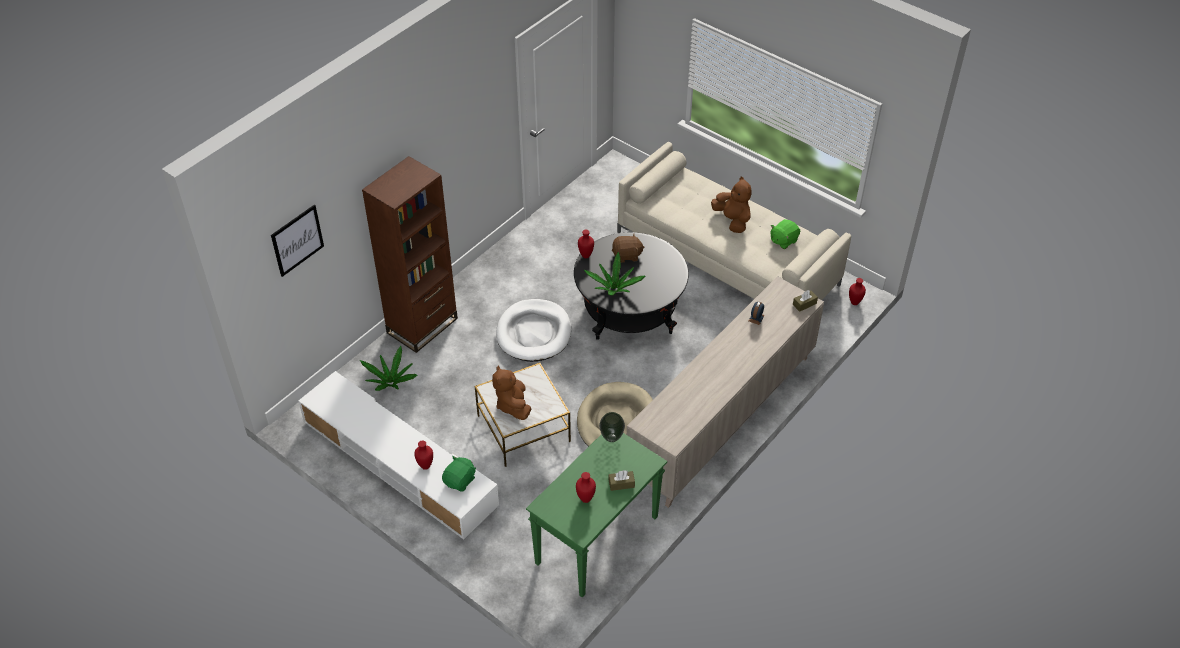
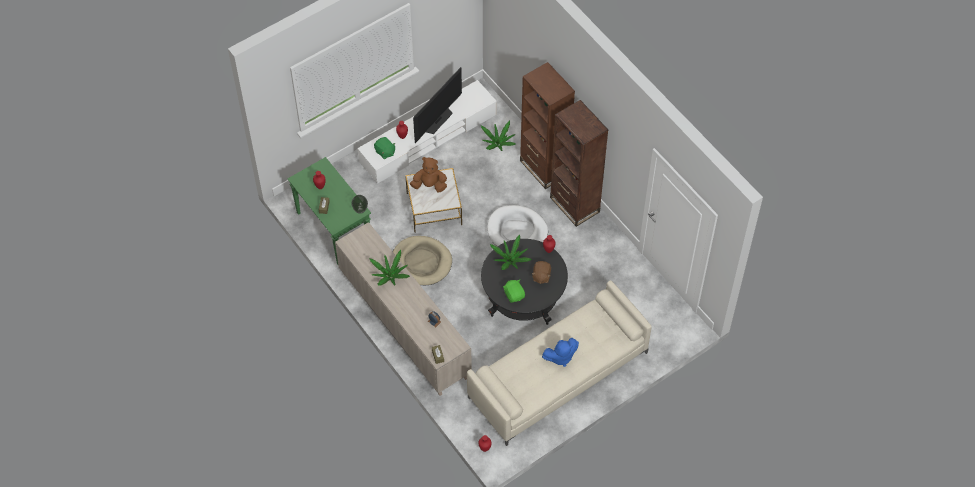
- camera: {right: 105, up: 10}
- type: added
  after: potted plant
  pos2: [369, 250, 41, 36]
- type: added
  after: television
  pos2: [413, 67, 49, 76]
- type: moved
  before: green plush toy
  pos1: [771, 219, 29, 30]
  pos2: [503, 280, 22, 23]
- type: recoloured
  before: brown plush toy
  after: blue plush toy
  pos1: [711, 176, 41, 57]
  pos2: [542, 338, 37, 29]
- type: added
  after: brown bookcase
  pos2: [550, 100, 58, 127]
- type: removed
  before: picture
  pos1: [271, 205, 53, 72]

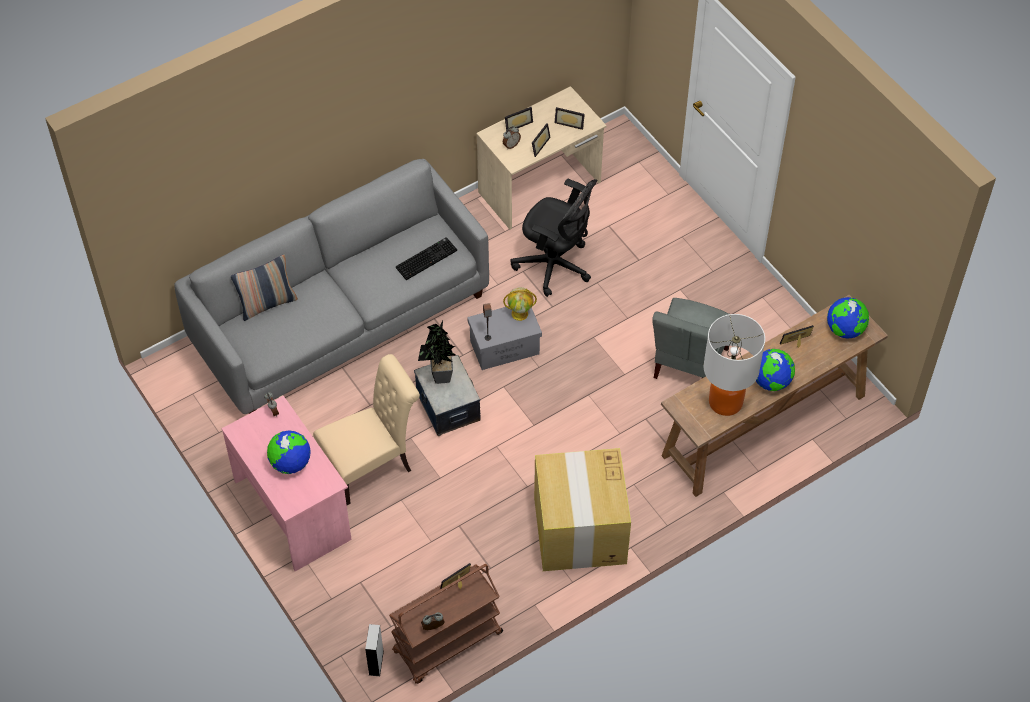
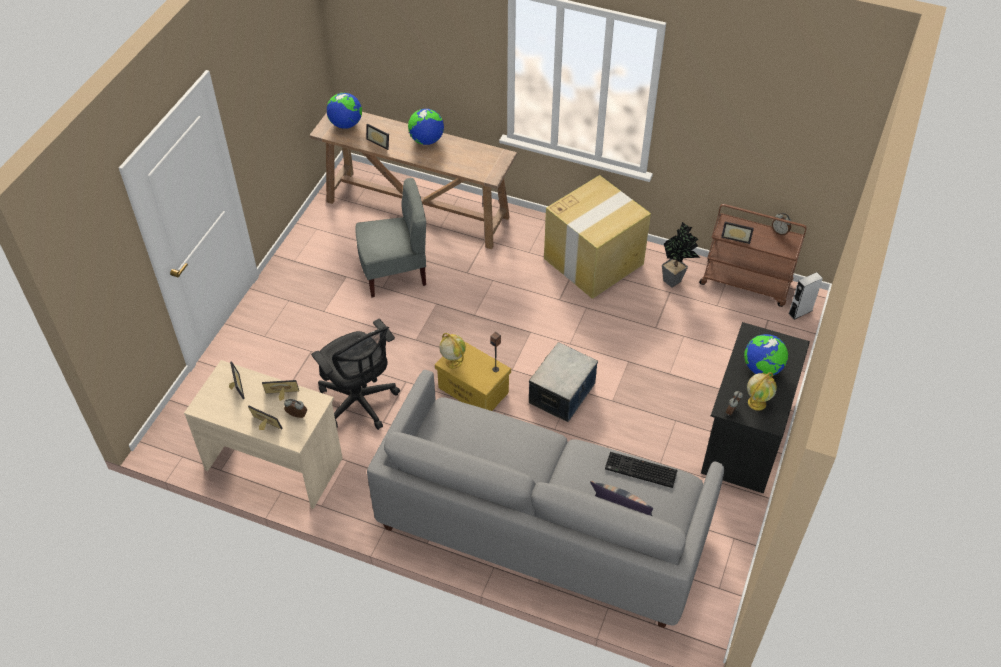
- camera: {right: -125, up: -5}
- type: turned
  before: black office chair
  pos1: [511, 179, 87, 118]
  pos2: [311, 319, 89, 111]
  turn: 150
- type: recoloured
  before: grey storage box
  after: yellow storage box
  pos1: [467, 306, 75, 64]
  pos2: [435, 341, 76, 70]
- type: moved
  before: keyboard
  pos1: [396, 237, 61, 43]
  pos2: [605, 452, 73, 36]
- type: moved
  before: potted plant
  pos1: [418, 321, 38, 63]
  pos2: [662, 222, 38, 65]
- type: recoloured
  before: pink desk
  after: black desk
  pos1: [222, 396, 130, 175]
  pos2: [701, 322, 109, 171]
- type: added
  after: globe
  pos2: [747, 372, 30, 39]
- type: removed
  before: beige chair
  pos1: [313, 354, 107, 151]
- type: removed
  before: table lamp
  pos1: [704, 314, 61, 102]

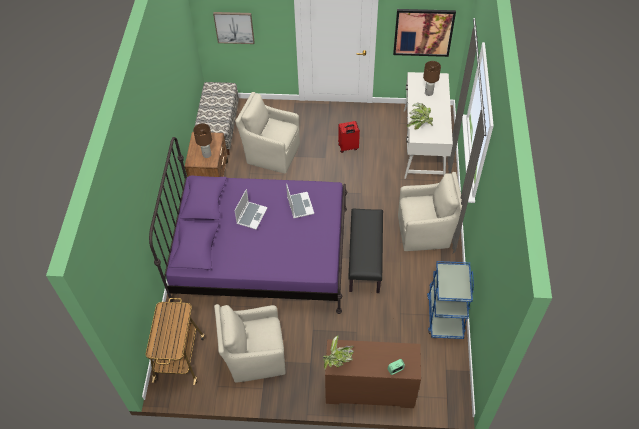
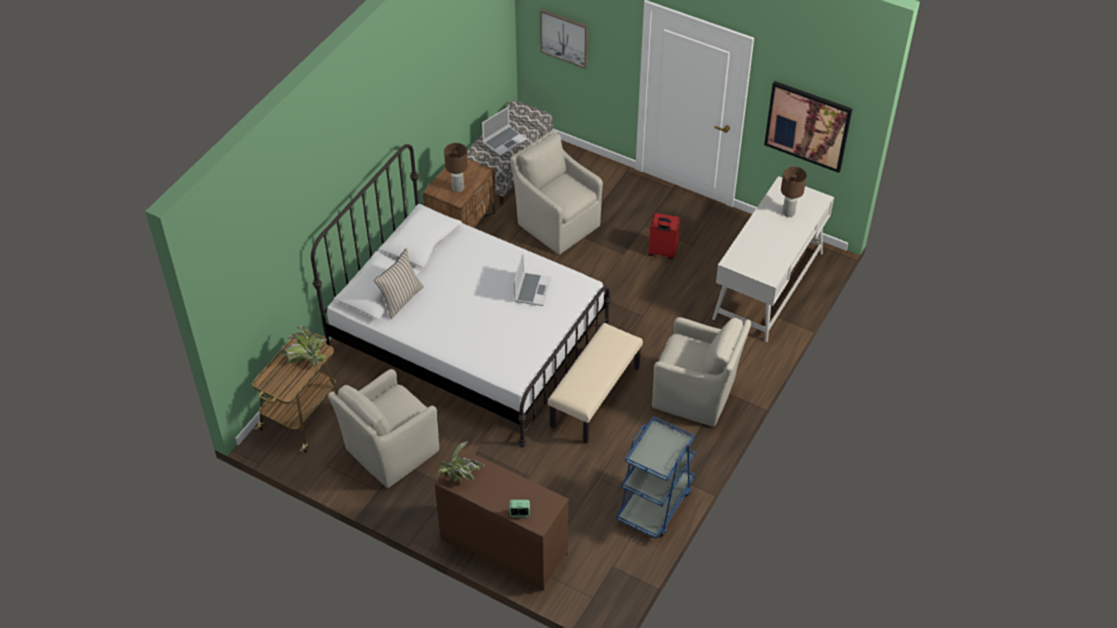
- camera: {right: 25, up: -5}
- type: moved
  before: potted plant
  pos1: [407, 103, 26, 26]
  pos2: [279, 325, 47, 42]
- type: recoloured
  before: purple bed
  after: white bed
  pos1: [149, 137, 198, 177]
  pos2: [311, 144, 301, 303]
- type: turned
  before: beige armchair
  pos1: [214, 304, 72, 79]
  pos2: [328, 369, 111, 119]
  turn: -60
- type: added
  after: beige pillow
  pos2: [373, 249, 51, 70]
- type: moved
  before: laptop
  pos1: [234, 189, 34, 41]
  pos2: [482, 106, 44, 50]
- type: recoloured
  before: black bench
  after: beige bench
  pos1: [348, 209, 35, 84]
  pos2: [548, 323, 95, 121]

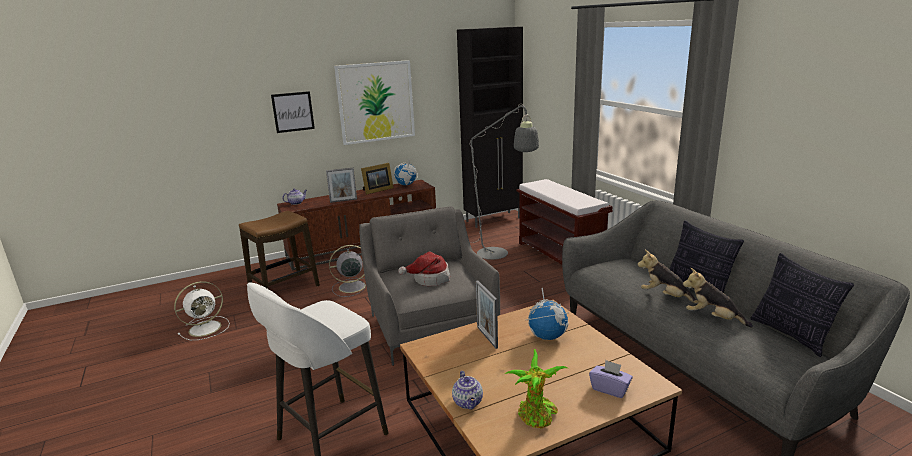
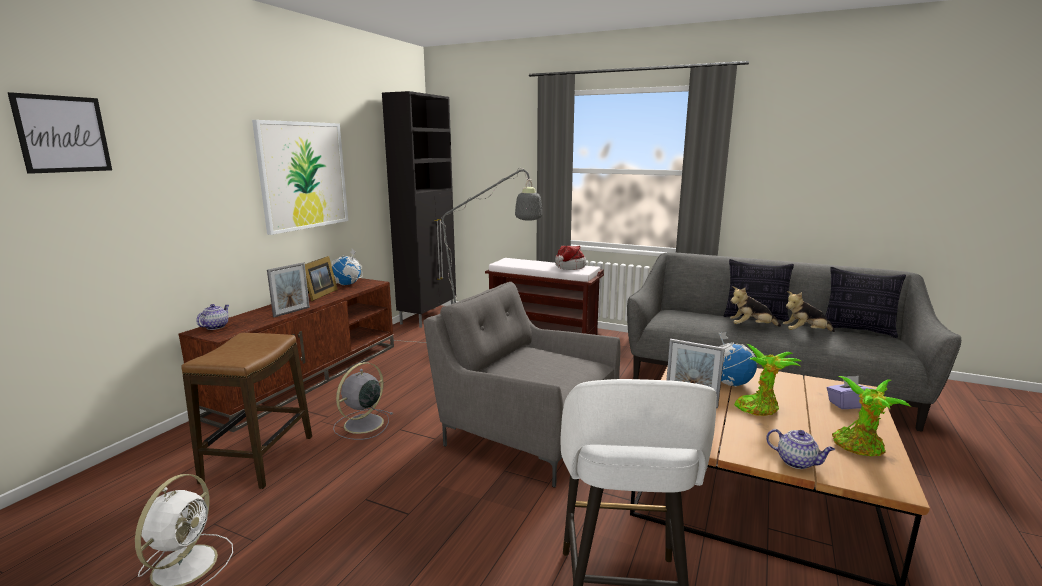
- camera: {right: -40, up: -5}
- type: moved
  before: picture
  pos1: [271, 91, 44, 42]
  pos2: [7, 92, 105, 82]
- type: moved
  before: hat
  pos1: [398, 252, 52, 34]
  pos2: [555, 246, 31, 24]
- type: added
  after: potted plant
  pos2: [734, 344, 67, 72]

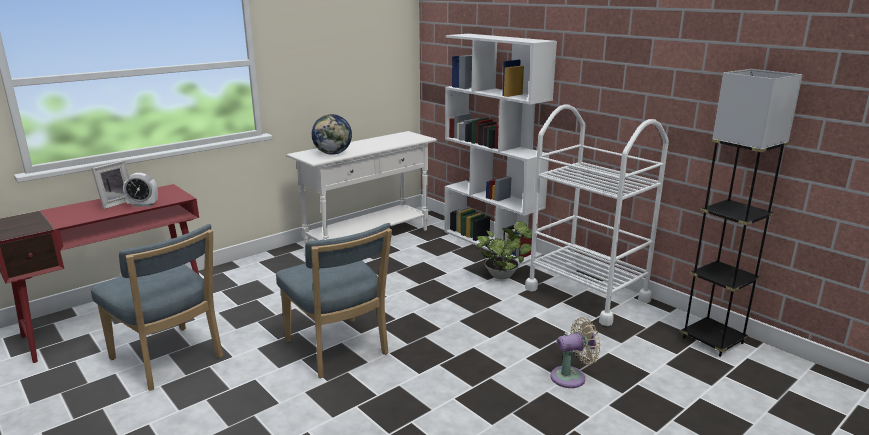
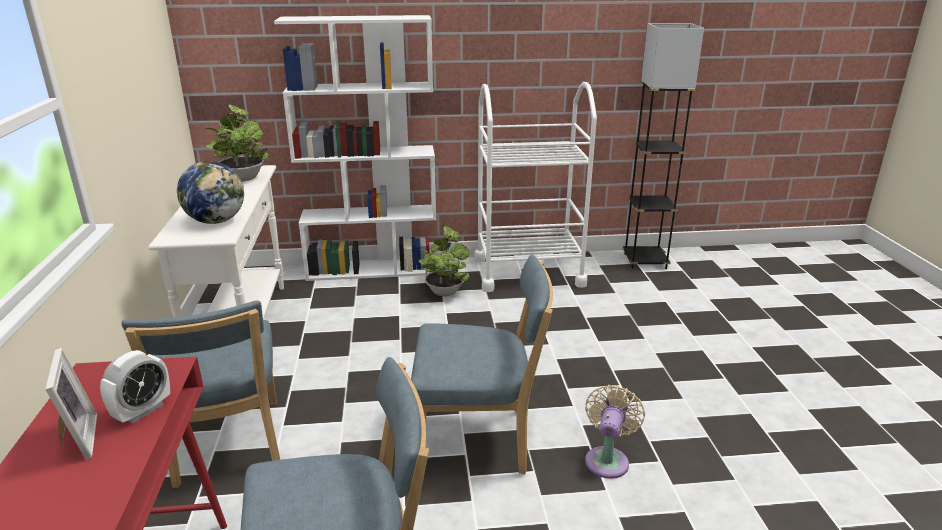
- camera: {right: -55, up: 5}
- type: added
  after: blue chair
  pos2: [122, 301, 158, 187]
- type: added
  after: potted plant
  pos2: [206, 104, 63, 78]
- type: moved
  before: beige fan
  pos1: [550, 317, 51, 71]
  pos2: [585, 385, 60, 94]

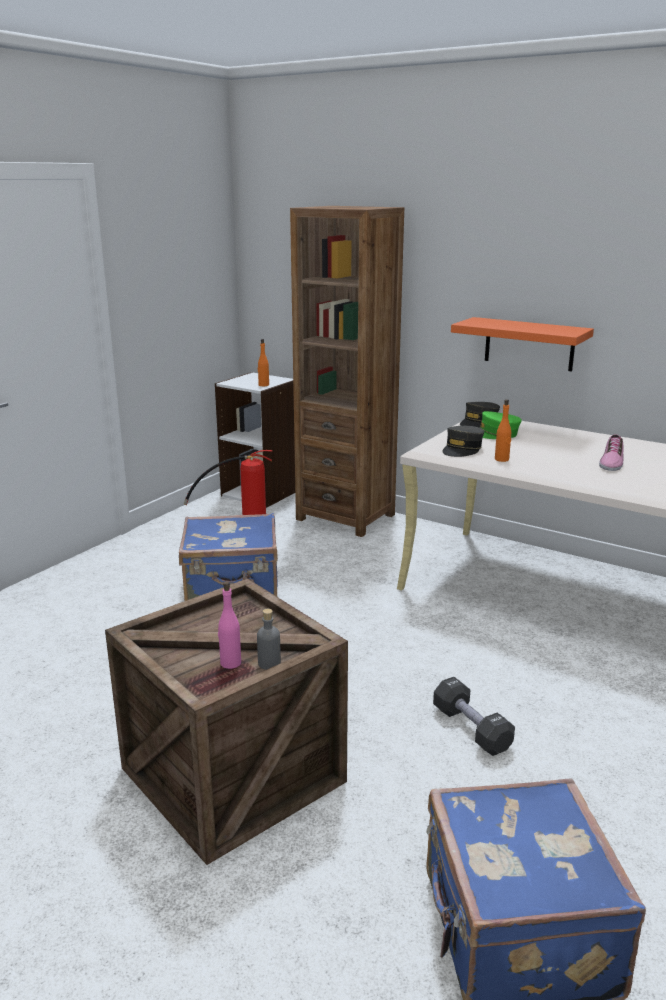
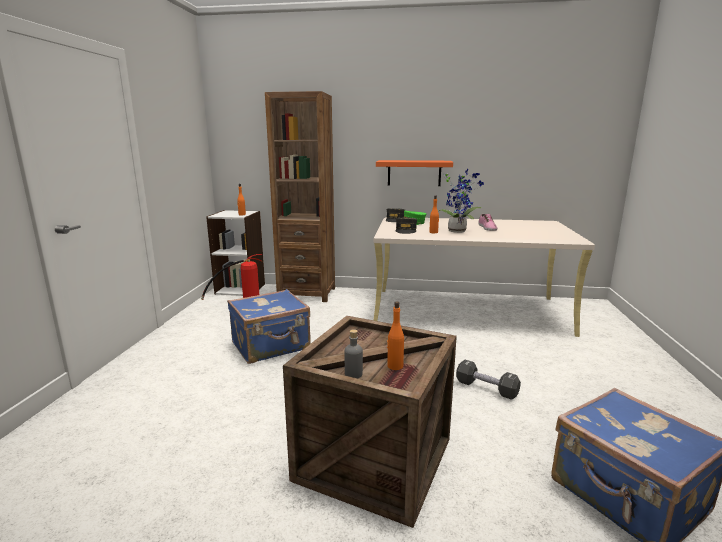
- camera: {right: -25, up: -5}
- type: moved
  before: grey bottle
  pos1: [257, 609, 24, 61]
  pos2: [345, 329, 18, 49]
- type: recoloured
  before: pink bottle
  after: orange bottle
  pos1: [218, 582, 23, 87]
  pos2: [387, 302, 17, 68]
- type: added
  after: potted plant
  pos2: [438, 169, 46, 64]

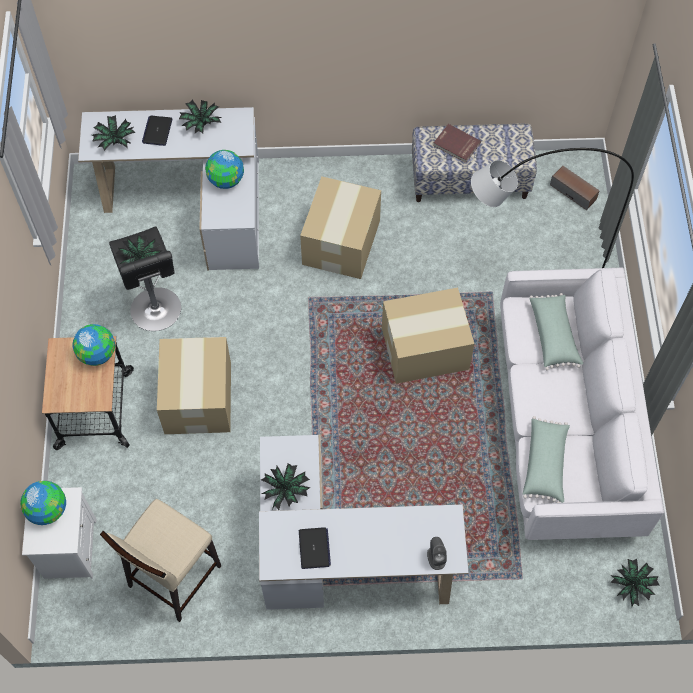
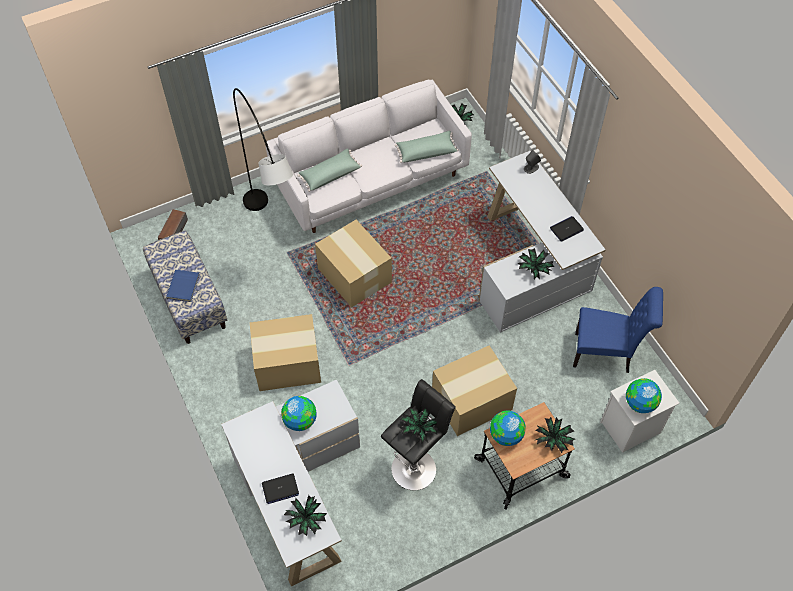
- camera: {right: -115, up: -5}
- type: recoloured
  before: red book
  after: blue book
  pos1: [433, 124, 48, 39]
  pos2: [166, 270, 34, 32]
- type: moved
  before: potted plant
  pos1: [179, 100, 44, 33]
  pos2: [535, 417, 40, 36]
- type: replaced
  before: beige stool
  after: blue chair
  pos1: [100, 499, 121, 123]
  pos2: [573, 287, 90, 86]

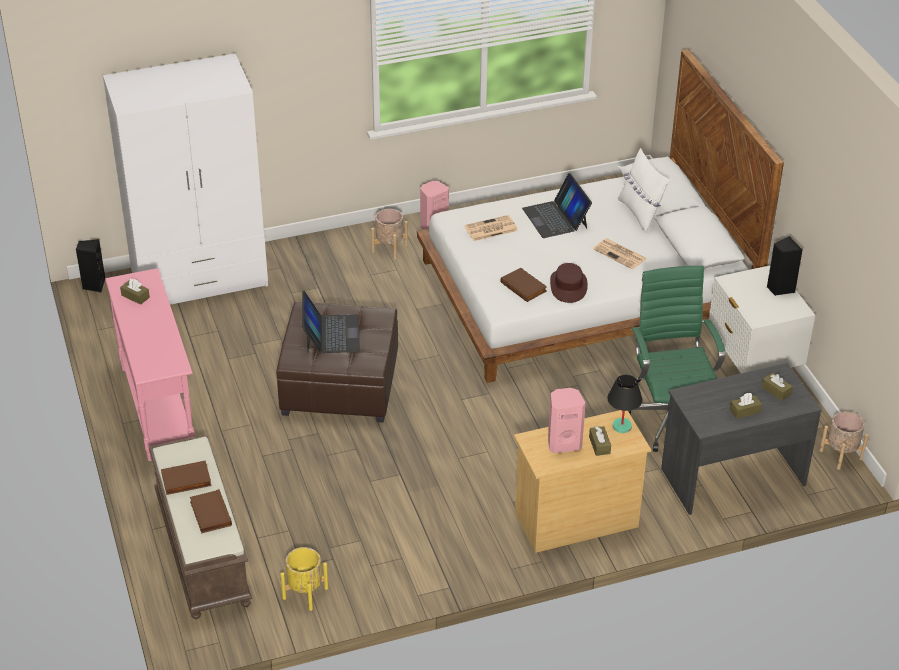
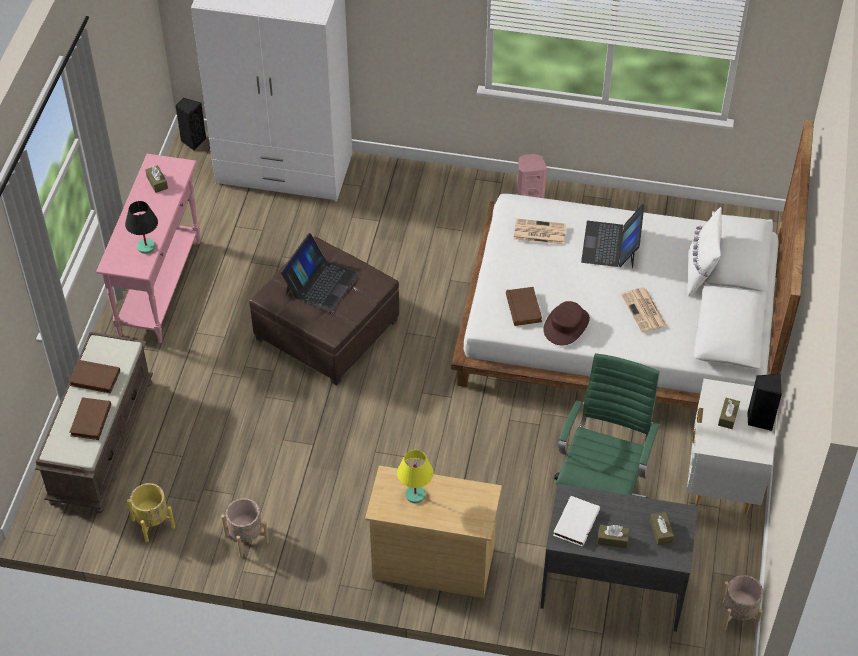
- camera: {right: 30, up: 10}
- type: moved
  before: black table lamp
  pos1: [607, 375, 35, 58]
  pos2: [125, 201, 33, 53]
- type: moved
  before: beige planter
  pos1: [371, 209, 37, 51]
  pos2: [221, 498, 48, 60]
- type: replaced
  before: pink speaker
  after: yellow table lamp
  pos1: [548, 388, 38, 65]
  pos2: [397, 450, 36, 53]
- type: added
  after: white book
  pos2: [553, 496, 47, 51]
- type: moved
  before: brown tissue box
  pos1: [589, 426, 22, 30]
  pos2: [718, 398, 22, 31]

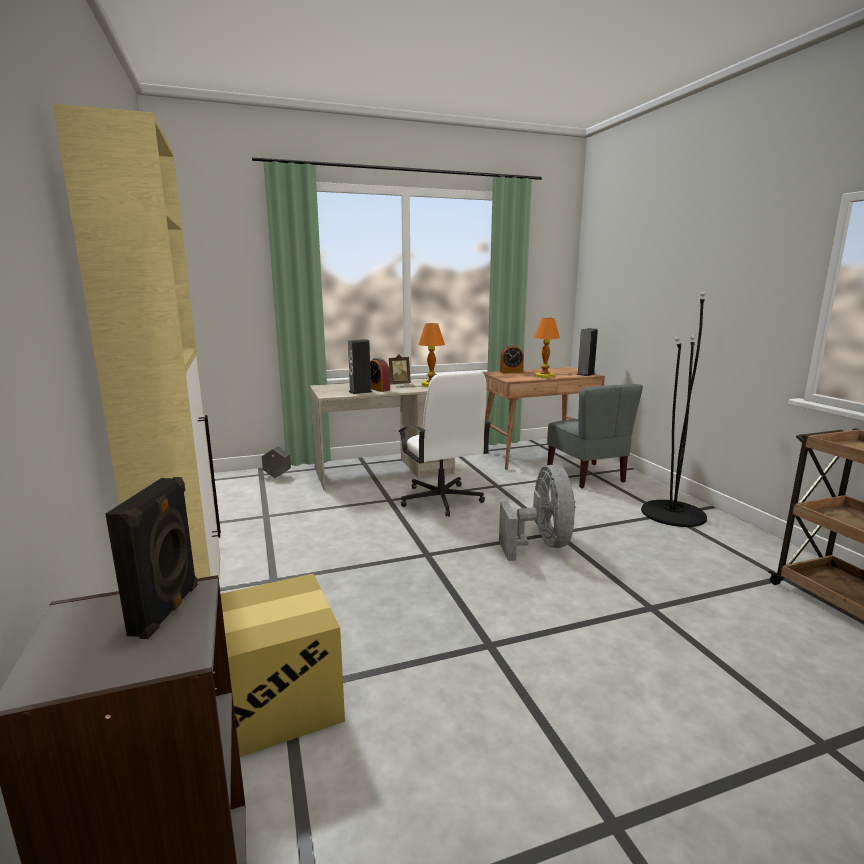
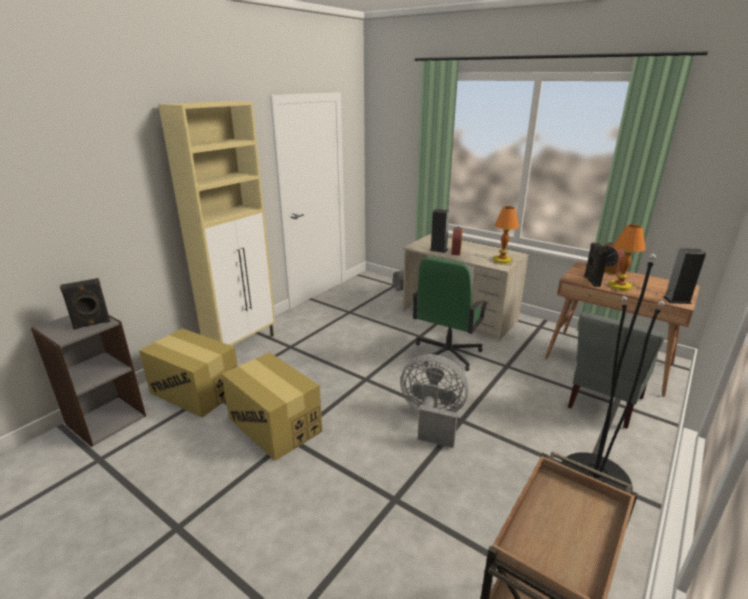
- camera: {right: 55, up: 10}
- type: added
  after: cardboard box
  pos2: [221, 352, 101, 109]
- type: turned
  before: grey fan
  pos1: [499, 465, 77, 96]
  pos2: [400, 354, 68, 94]
  turn: -120
- type: recoloured
  before: white office chair
  after: green office chair
  pos1: [398, 371, 93, 146]
  pos2: [412, 257, 76, 114]
- type: added
  after: black speaker
  pos2: [584, 243, 25, 44]
- type: removed
  before: picture frame
  pos1: [389, 354, 22, 30]

